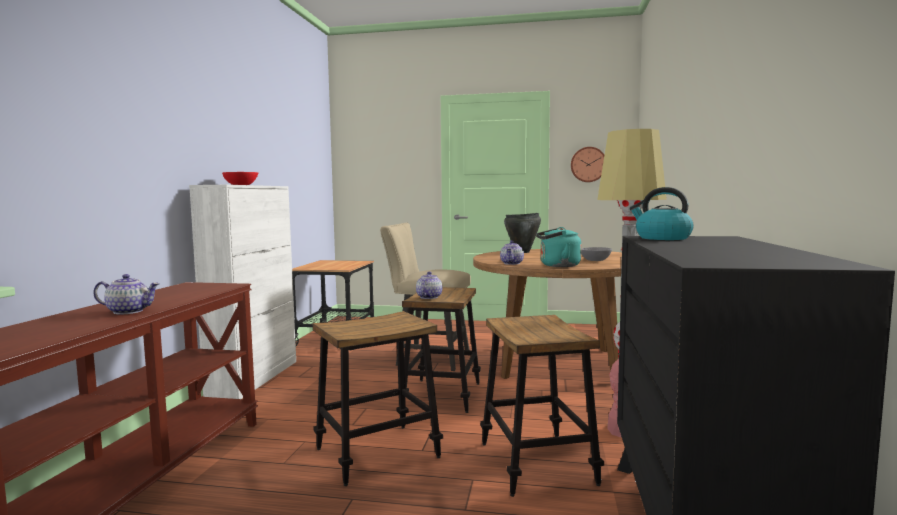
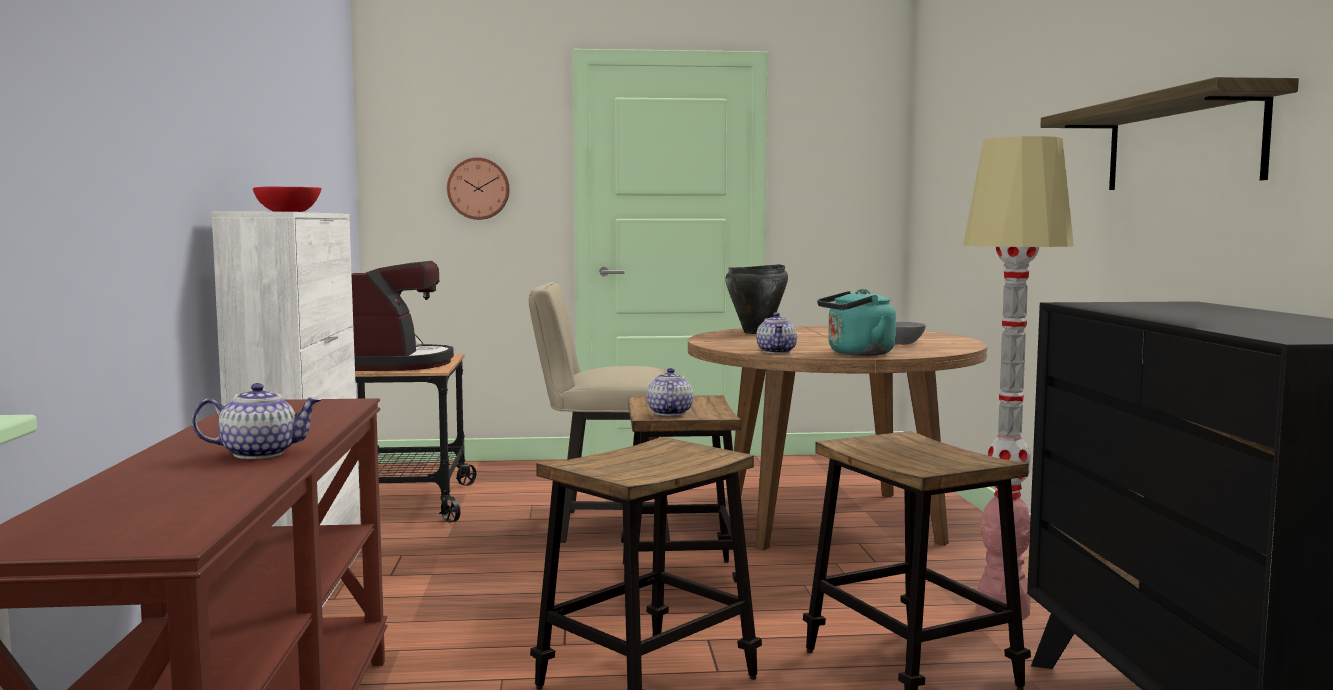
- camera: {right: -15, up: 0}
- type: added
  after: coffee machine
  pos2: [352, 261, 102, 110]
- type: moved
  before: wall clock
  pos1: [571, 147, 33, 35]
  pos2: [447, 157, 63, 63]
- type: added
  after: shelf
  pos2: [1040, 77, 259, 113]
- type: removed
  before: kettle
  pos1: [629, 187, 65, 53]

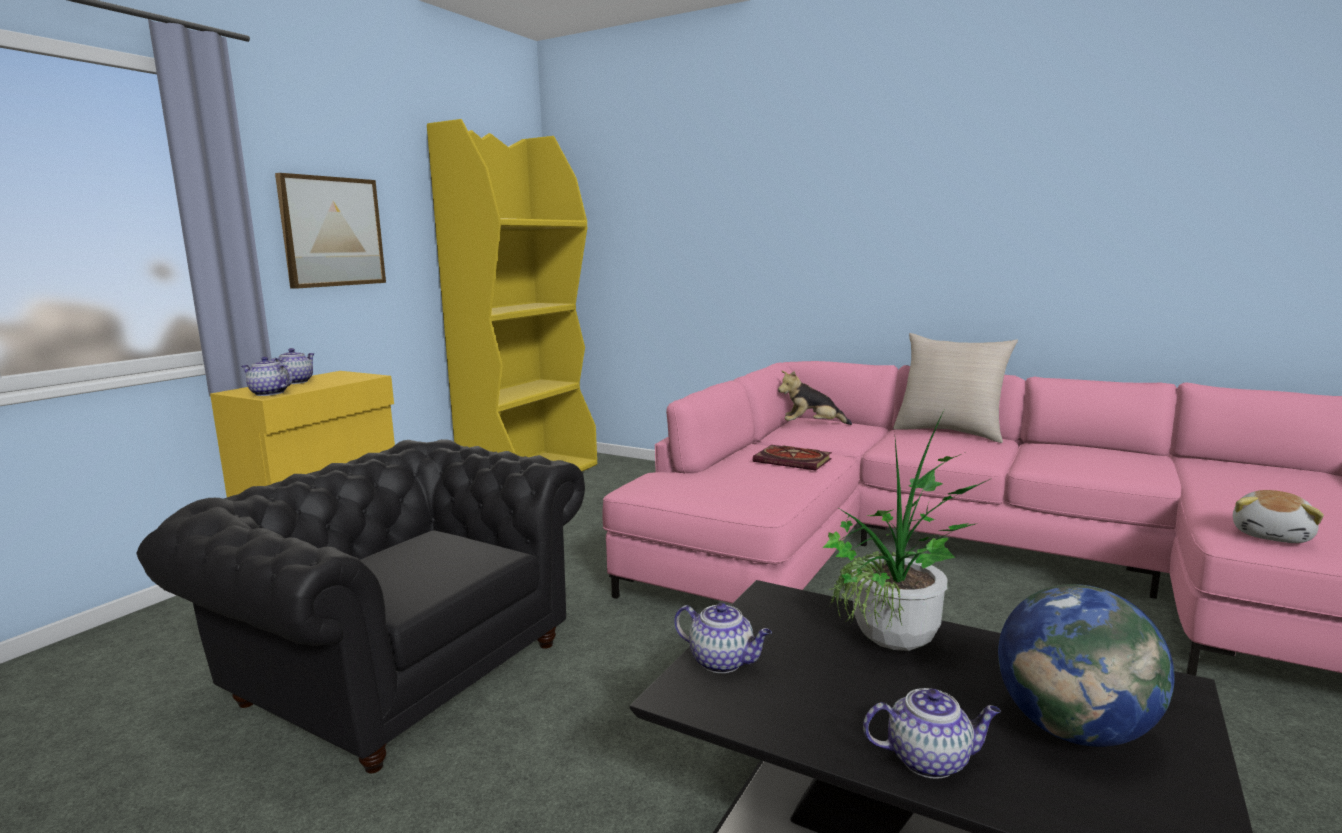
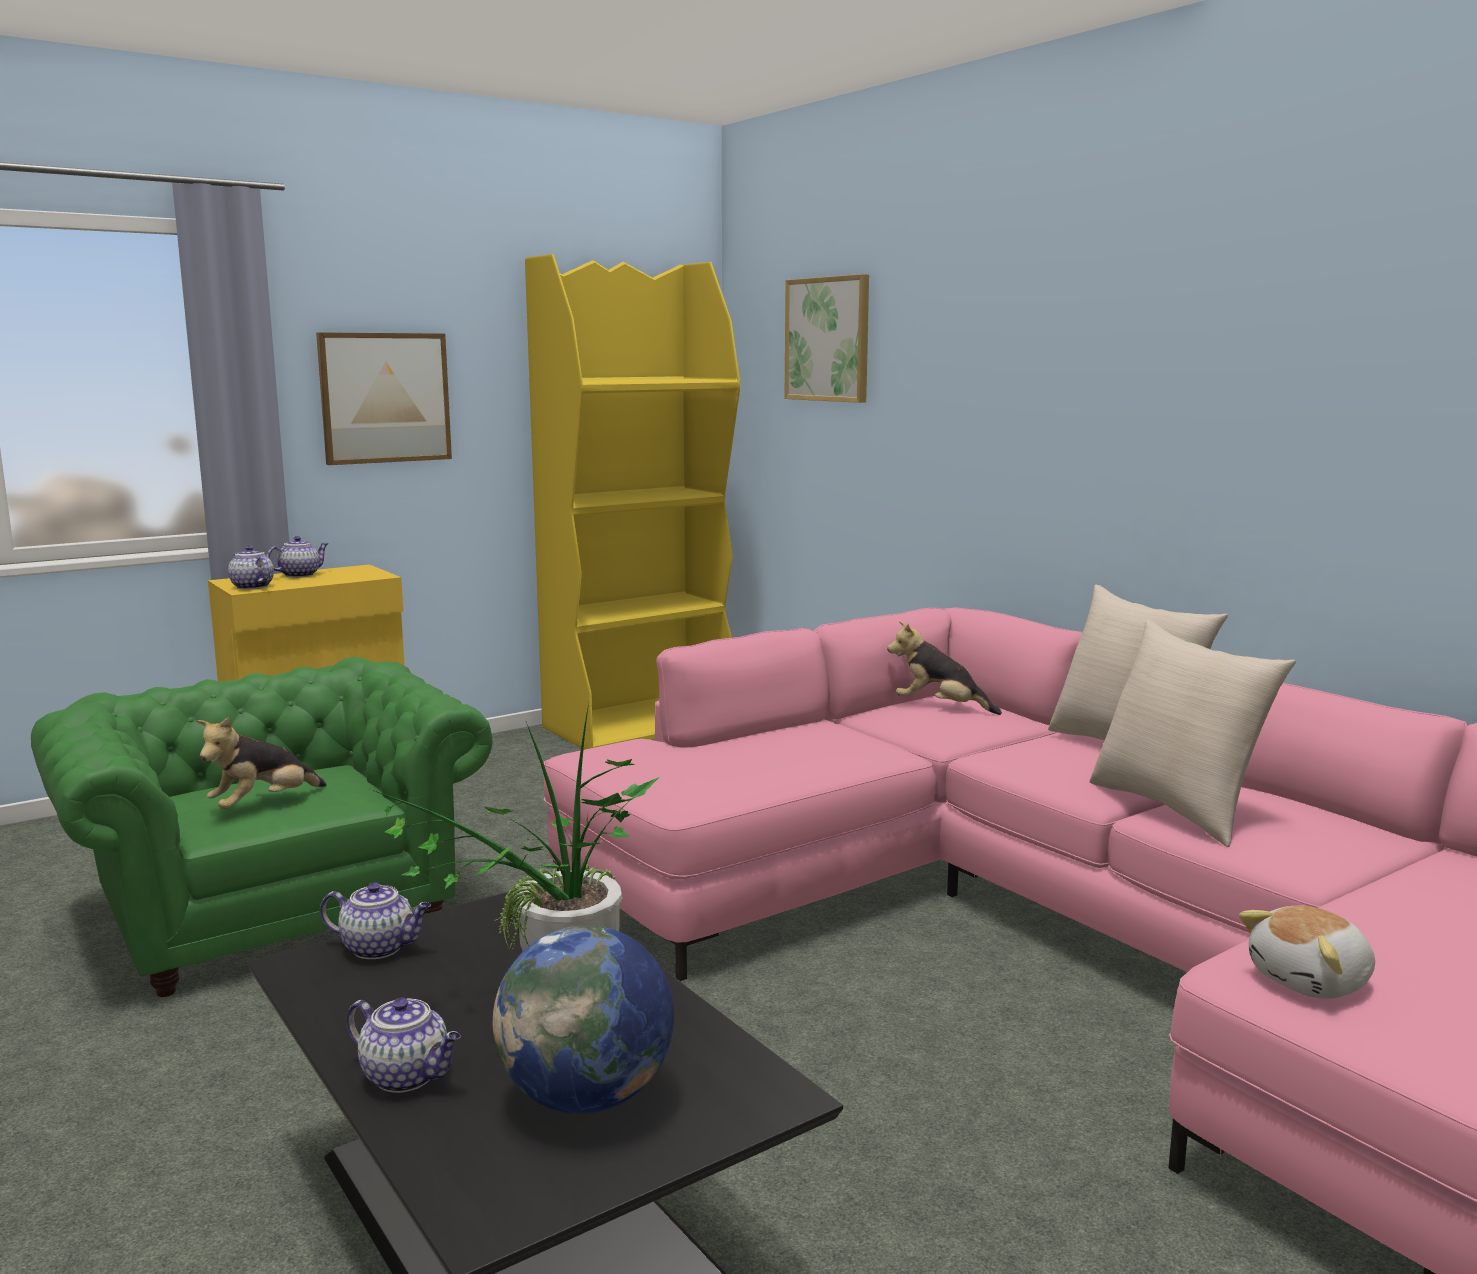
- camera: {right: 25, up: 0}
- type: recoloured
  before: black armchair
  after: green armchair
  pos1: [136, 439, 449, 334]
  pos2: [31, 657, 462, 340]
- type: added
  after: plush toy
  pos2: [196, 717, 131, 92]
- type: turned
  before: teapot
  pos1: [674, 603, 98, 70]
  pos2: [320, 882, 111, 77]
  turn: -45
- type: added
  after: picture
  pos2: [784, 274, 85, 129]
- type: added
  after: beige pillow
  pos2: [1089, 619, 207, 228]
- type: removed
  before: book
  pos1: [753, 445, 79, 25]

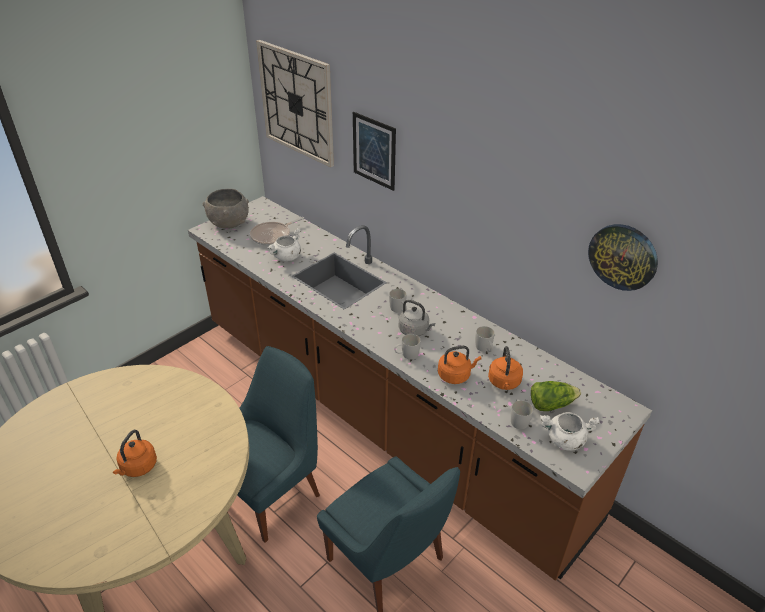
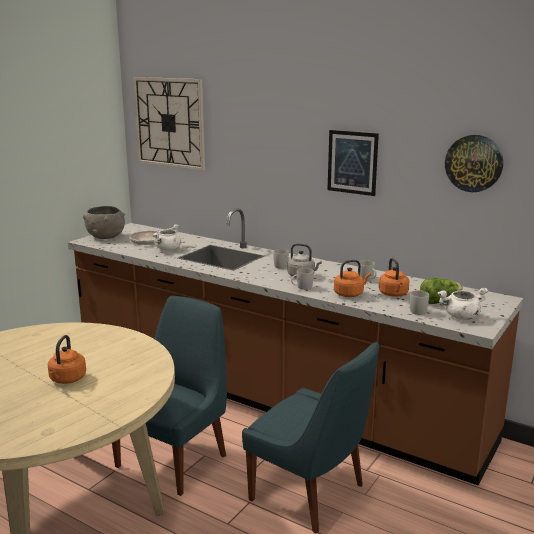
- camera: {right: -10, up: -20}
- type: moved
  before: picture
  pos1: [353, 112, 43, 79]
  pos2: [327, 130, 52, 66]

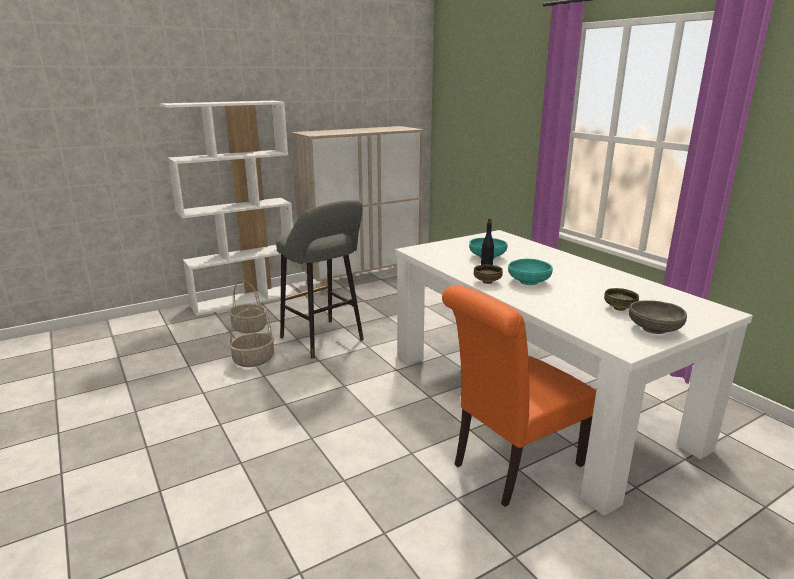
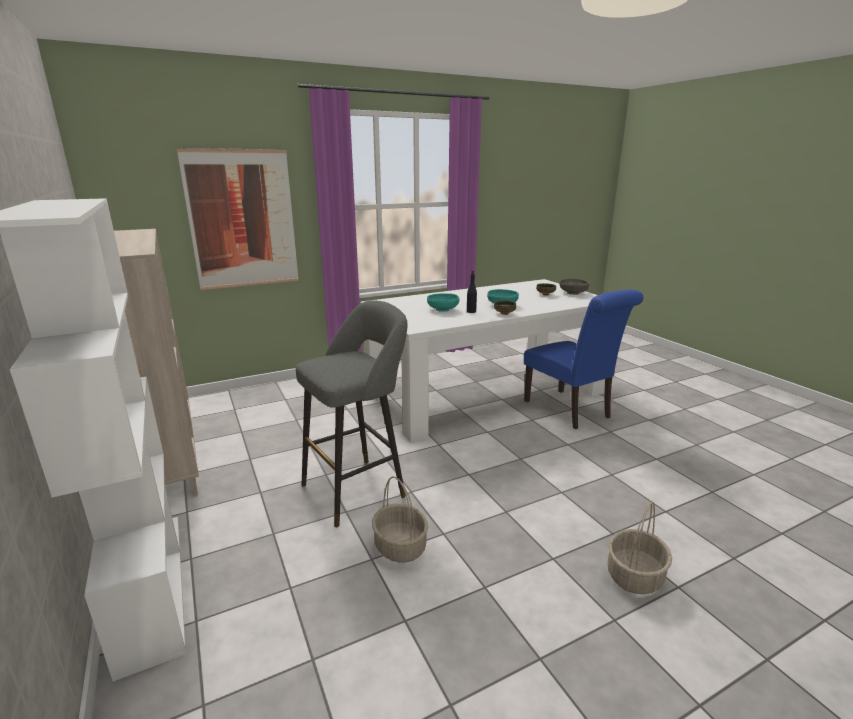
- camera: {right: -85, up: 0}
- type: added
  after: picture
  pos2: [177, 148, 122, 142]
- type: recoloured
  before: orange chair
  after: blue chair
  pos1: [442, 285, 154, 222]
  pos2: [524, 289, 120, 140]
- type: moved
  before: basket
  pos1: [229, 280, 38, 53]
  pos2: [608, 502, 64, 92]

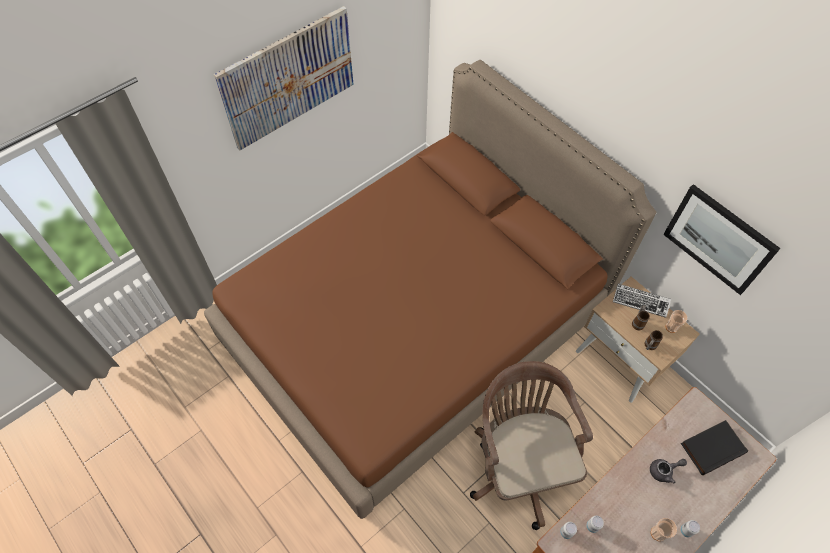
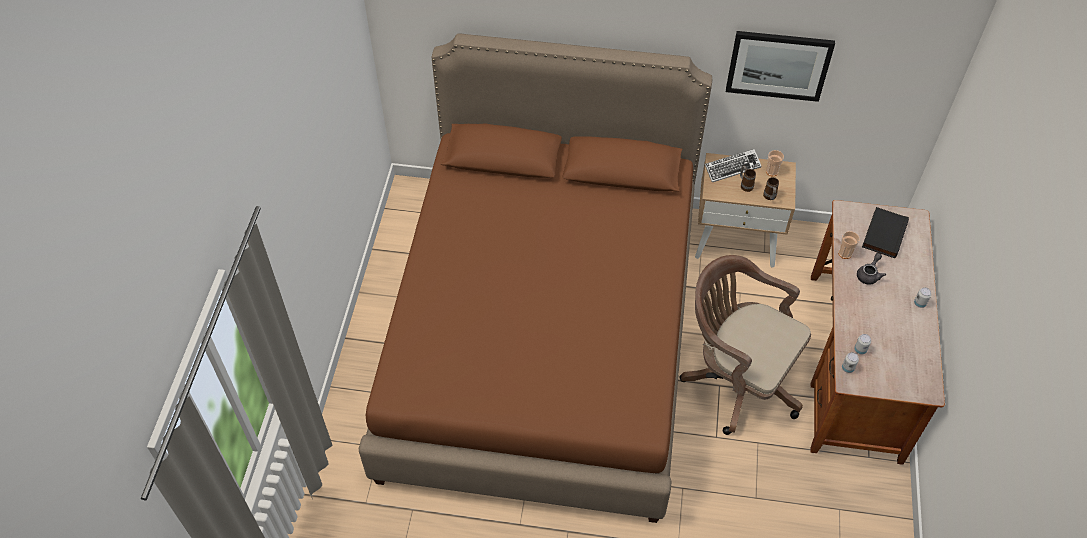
- camera: {right: -40, up: -5}
- type: moved
  before: cup
  pos1: [651, 518, 26, 23]
  pos2: [838, 231, 21, 28]
- type: removed
  before: picture
  pos1: [214, 6, 140, 145]

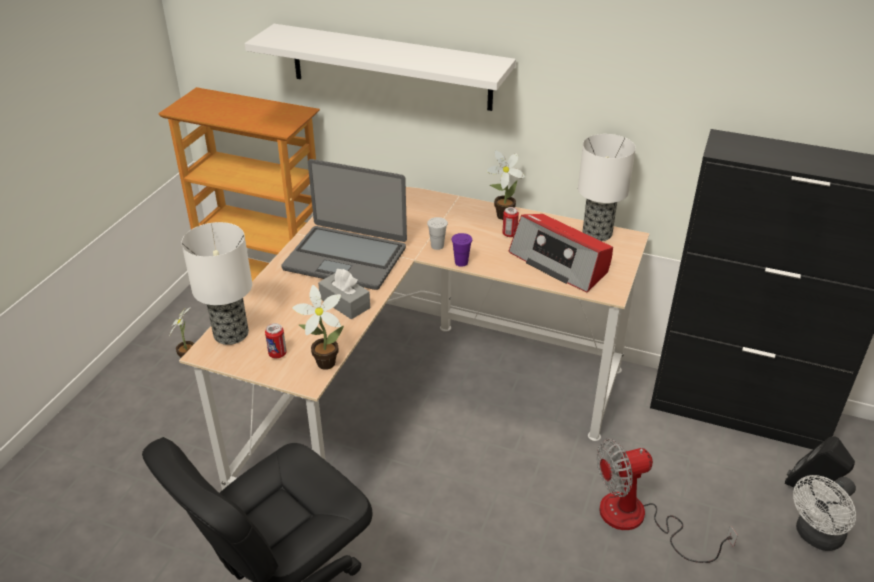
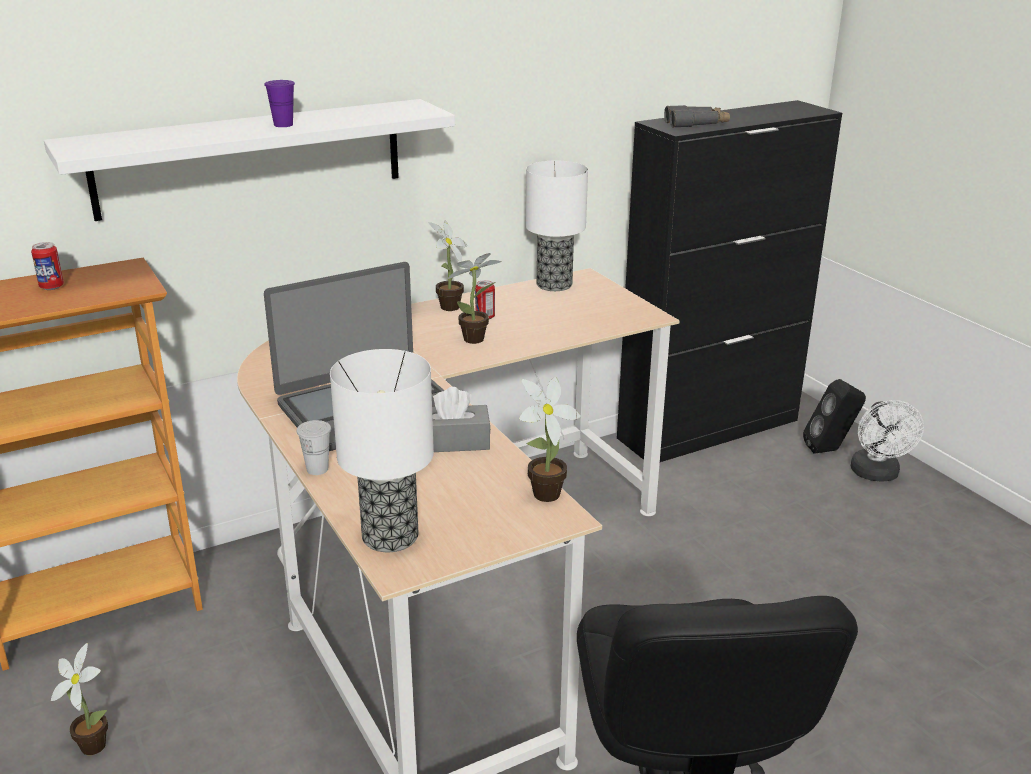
- camera: {right: -50, up: -10}
- type: moved
  before: can
  pos1: [265, 323, 22, 35]
  pos2: [31, 242, 33, 48]
- type: moved
  before: purple cup
  pos1: [451, 233, 21, 34]
  pos2: [264, 80, 31, 47]
- type: moved
  before: white cup
  pos1: [427, 217, 21, 33]
  pos2: [296, 420, 35, 55]
- type: added
  after: potted plant
  pos2: [447, 253, 54, 91]
- type: added
  after: grey binoculars
  pos2: [664, 105, 66, 23]
- type: removed
  before: radio
  pos1: [509, 214, 104, 79]
- type: removed
  before: fan
  pos1: [597, 439, 141, 124]

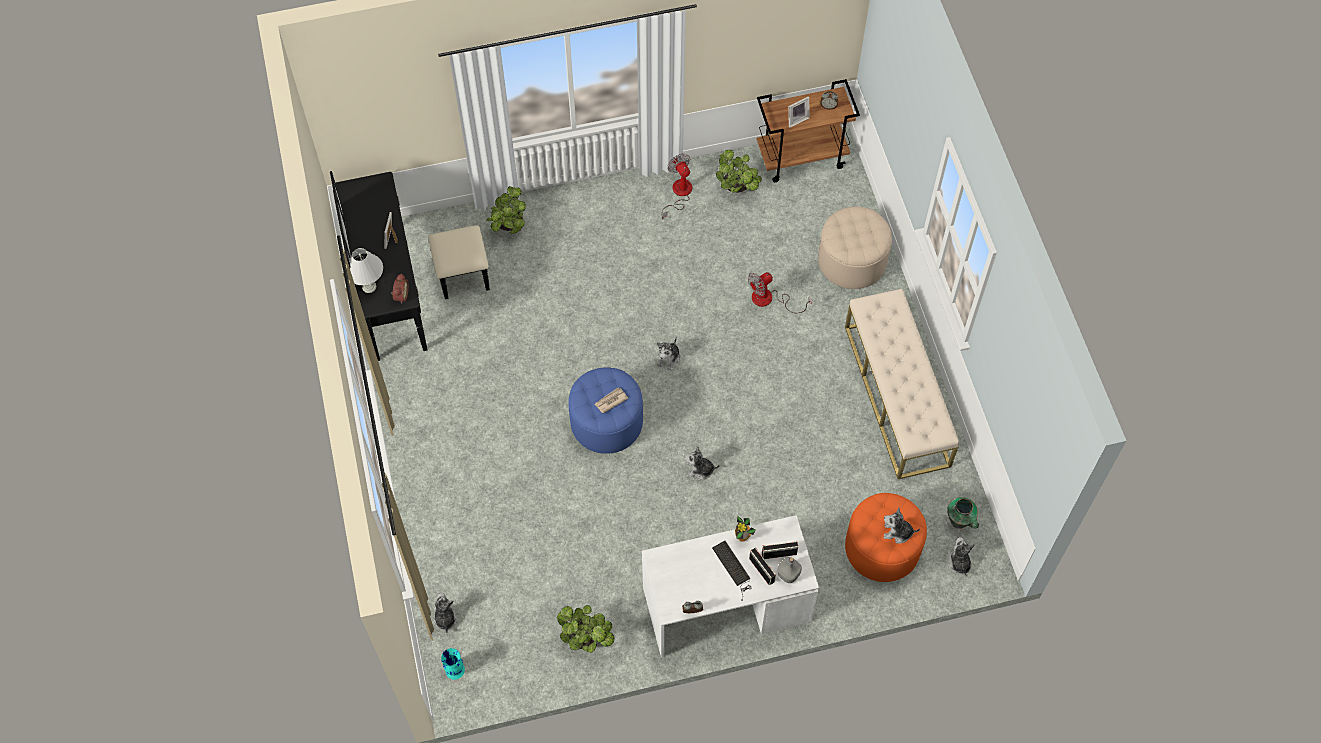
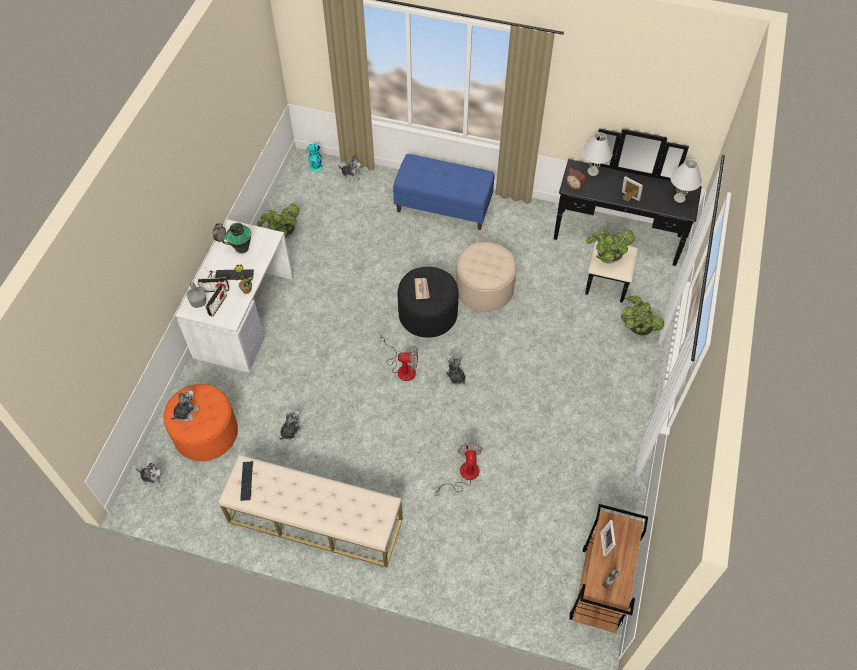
- camera: {right: 120, up: -5}
- type: moved
  before: vase
  pos1: [947, 497, 32, 32]
  pos2: [221, 223, 30, 31]
- type: added
  after: keyboard
  pos2: [240, 461, 13, 40]
- type: moved
  before: plush toy
  pos1: [684, 446, 36, 34]
  pos2: [279, 411, 25, 29]
- type: moved
  before: fan
  pos1: [662, 154, 30, 65]
  pos2: [380, 336, 38, 45]
- type: added
  after: blue bench
  pos2: [393, 154, 101, 76]
- type: recoloured
  before: blue ottoman
  after: black ottoman
  pos1: [568, 367, 75, 87]
  pos2: [398, 267, 61, 71]
- type: moved
  before: beige ottoman
  pos1: [818, 207, 74, 82]
  pos2: [456, 242, 60, 70]
- type: moved
  before: potted plant
  pos1: [716, 150, 46, 44]
  pos2: [586, 230, 49, 34]
- type: added
  after: white table lamp
  pos2: [670, 159, 32, 44]

